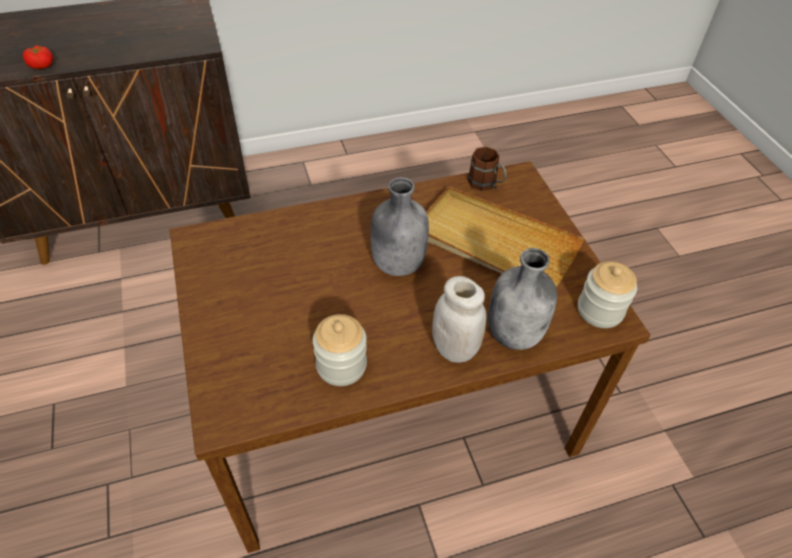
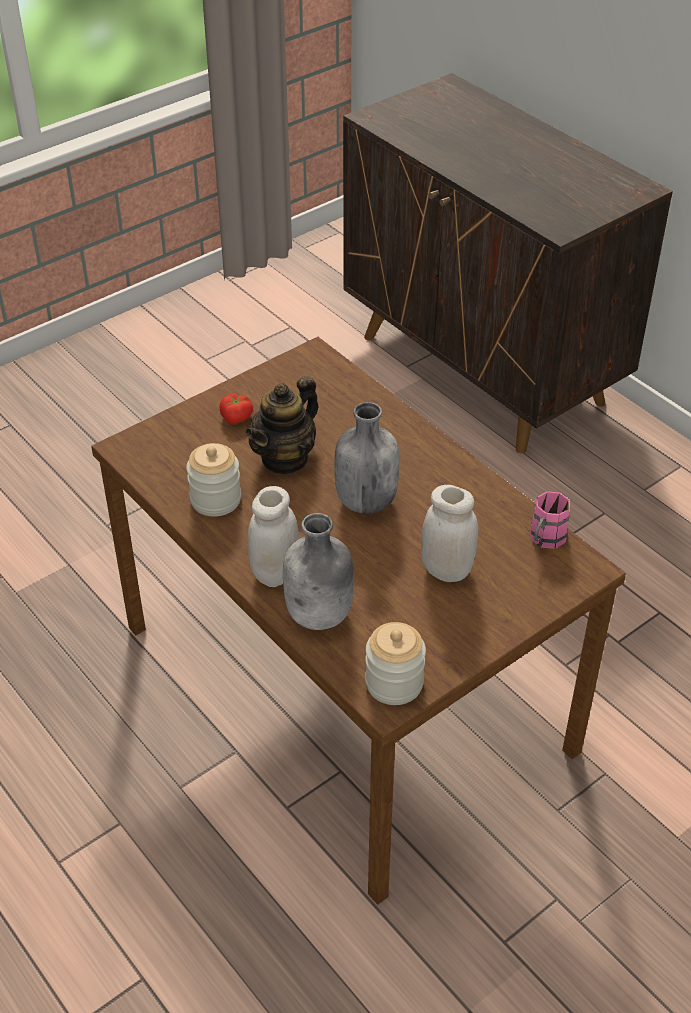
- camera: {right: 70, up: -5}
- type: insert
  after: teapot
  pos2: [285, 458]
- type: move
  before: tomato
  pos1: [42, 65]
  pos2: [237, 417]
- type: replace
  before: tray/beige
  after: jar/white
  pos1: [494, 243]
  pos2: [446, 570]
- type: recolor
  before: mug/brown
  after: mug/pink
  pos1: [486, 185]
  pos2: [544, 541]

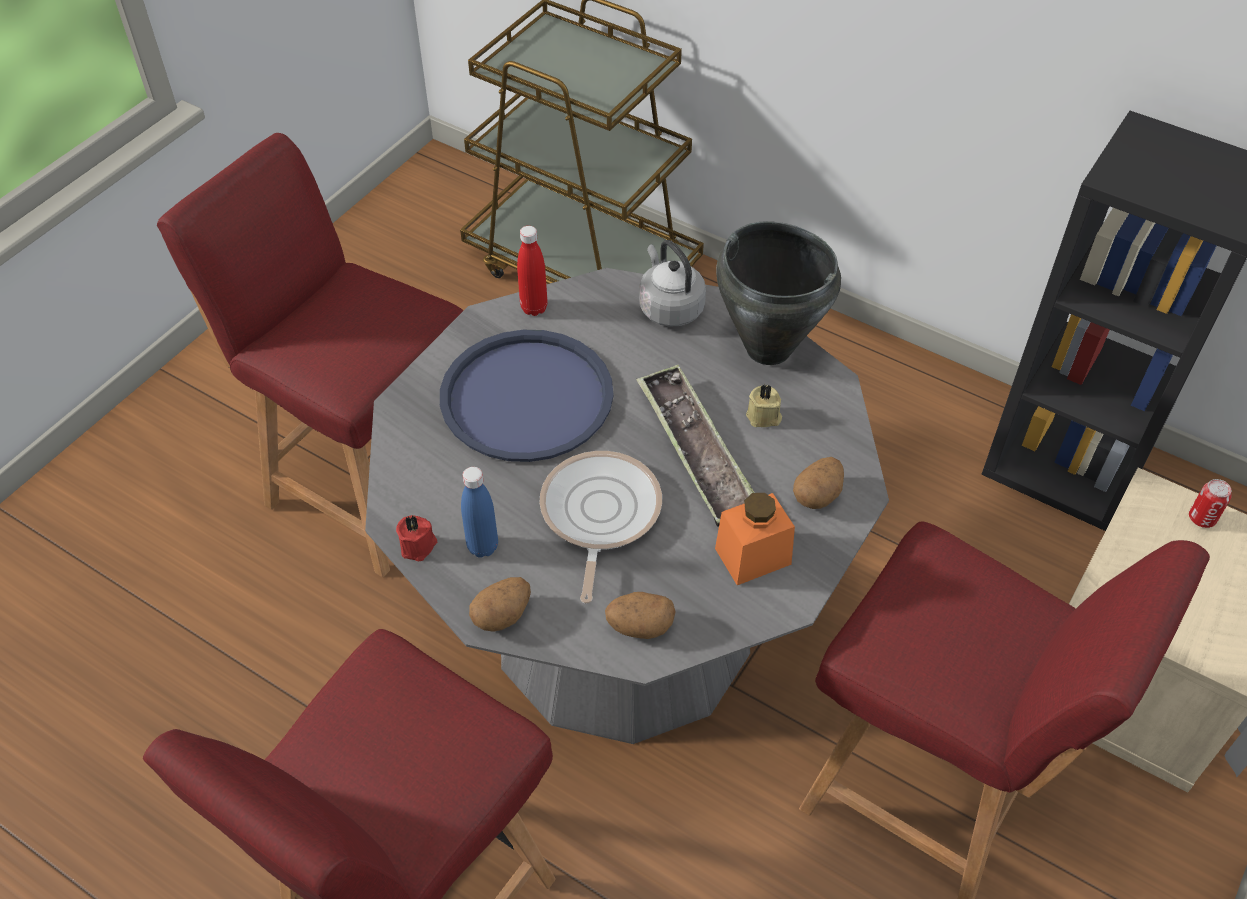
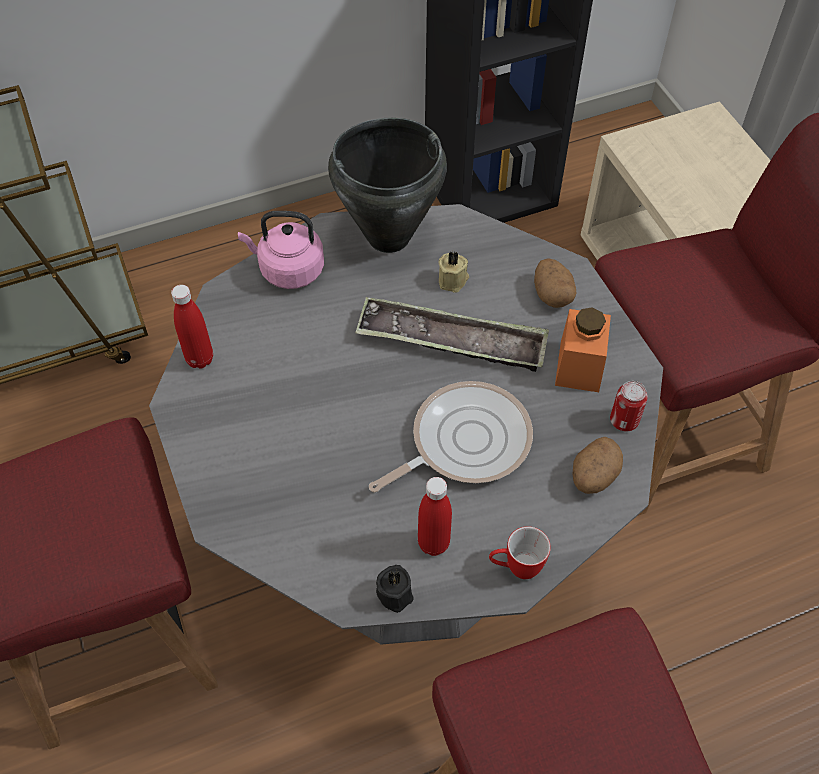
- camera: {right: -55, up: 5}
- type: delete
  before: tray/blue
  pos1: [527, 397]
- type: move
  before: can
  pos1: [1201, 518]
  pos2: [624, 420]
- type: replace
  before: potato
  after: mug
  pos1: [502, 615]
  pos2: [515, 567]
- type: recolor
  before: candle/red
  after: candle/black
  pos1: [419, 546]
  pos2: [395, 593]
- type: recolor
  before: bottle/blue
  after: bottle/red
  pos1: [483, 547]
  pos2: [433, 543]
- type: recolor
  before: kettle/grey
  after: kettle/pink
  pos1: [669, 307]
  pos2: [288, 270]
- type: rotate
  before: frying pan
  pos1: [598, 515]
  pos2: [464, 441]
  turn: 105

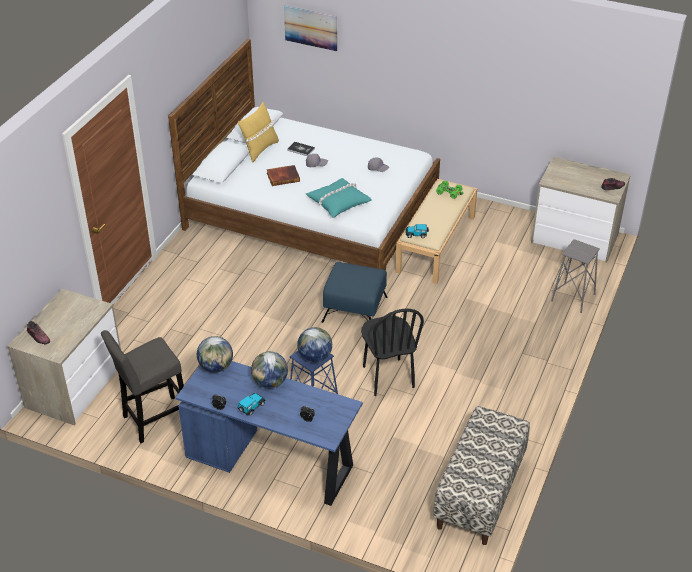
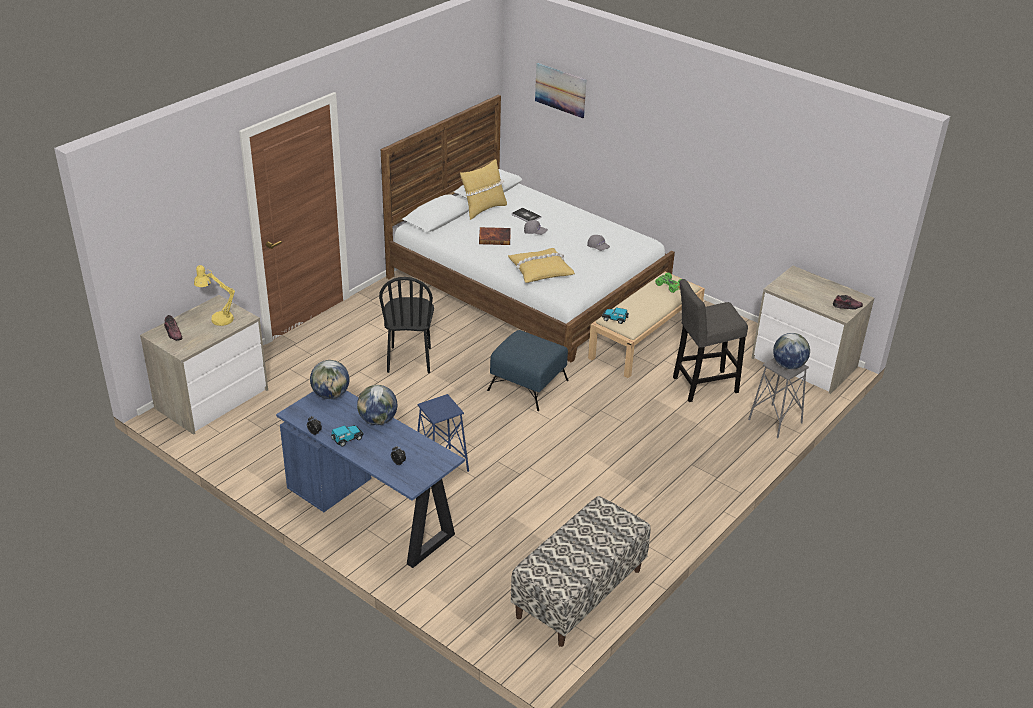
- camera: {right: 15, up: -5}
- type: insert
  after: table lamp/yellow
  pos2: [218, 318]
- type: move
  before: stool/grey
  pos1: [153, 420]
  pos2: [701, 386]
- type: move
  before: globe
  pos1: [315, 357]
  pos2: [788, 365]
- type: move
  before: chair/black
  pos1: [387, 377]
  pos2: [409, 360]
- type: recolor
  before: pillow/turquoise
  after: pillow/yellow
  pos1: [338, 202]
  pos2: [540, 270]

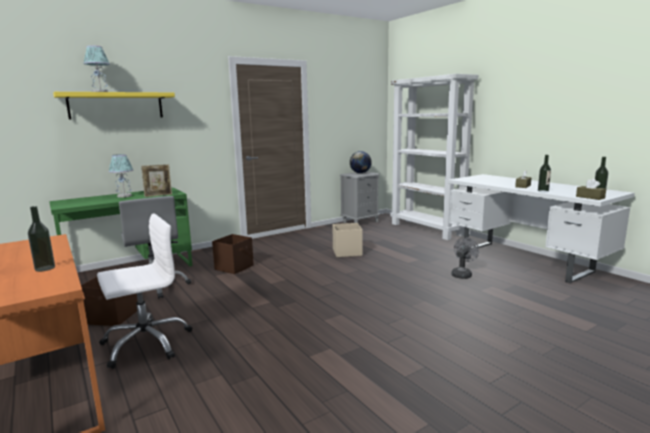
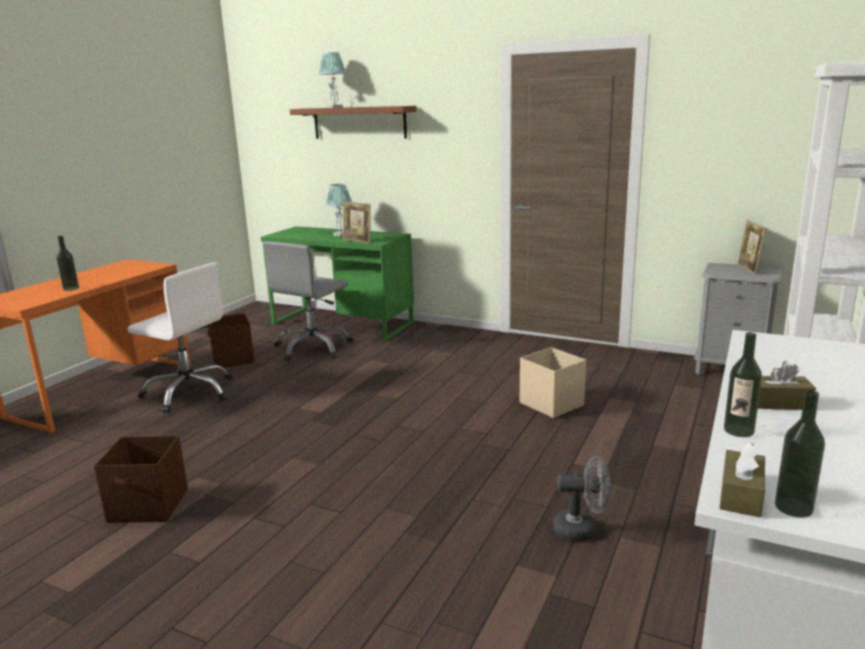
- camera: {right: 60, up: 5}
- type: move
  before: storage box/brown
  pos1: [234, 267]
  pos2: [149, 506]
- type: replace
  before: globe
  after: picture frame
  pos1: [360, 173]
  pos2: [748, 269]
- type: recolor
  before: shelf/yellow
  after: shelf/brown
  pos1: [116, 105]
  pos2: [359, 122]

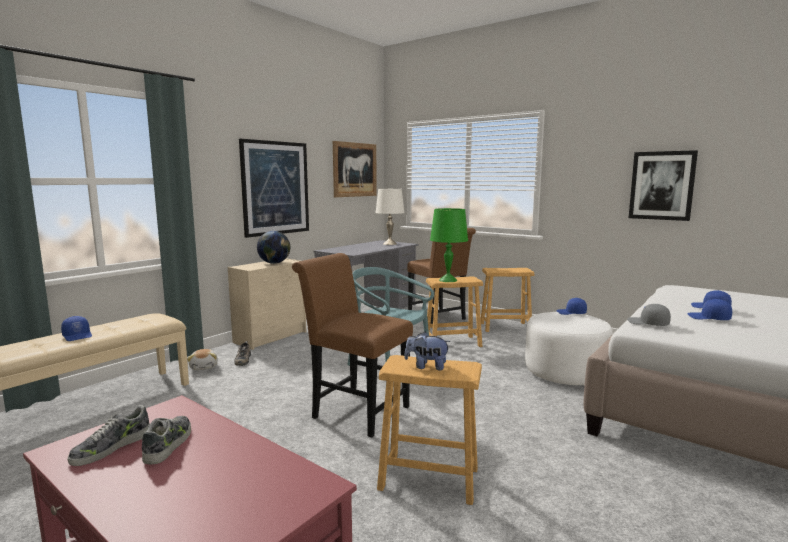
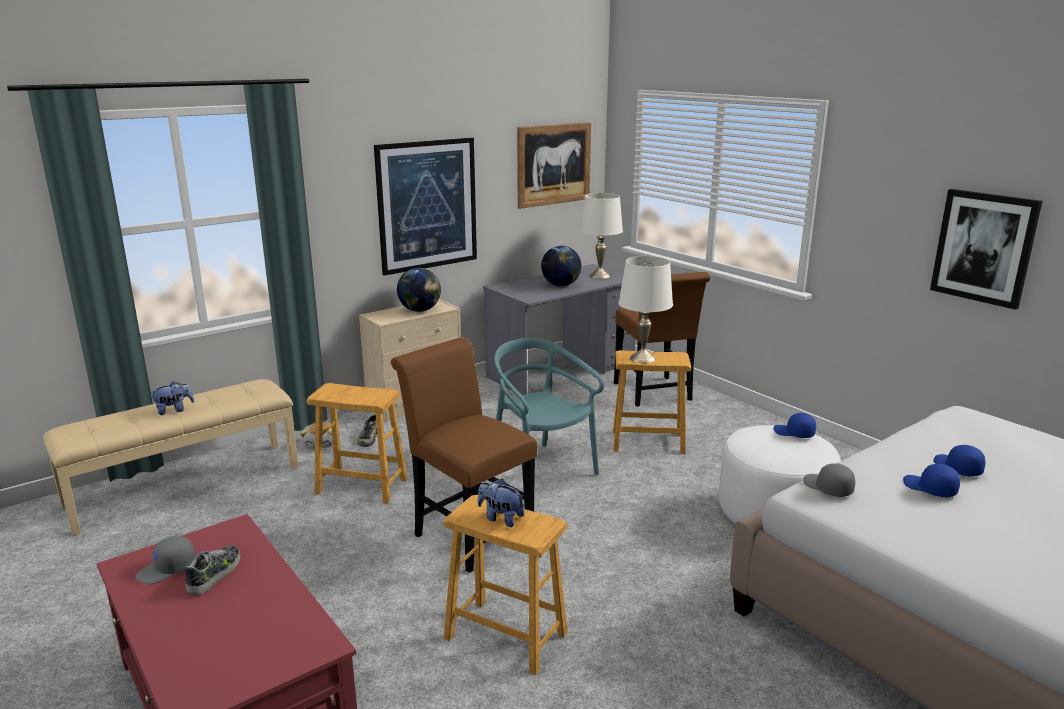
- camera: {right: 15, up: 10}
- type: insert
  after: globe
  pos2: [561, 285]
- type: move
  before: stool/brown
  pos1: [505, 327]
  pos2: [362, 485]
- type: replace
  before: cap/blue
  after: plush toy
  pos1: [78, 336]
  pos2: [174, 410]
- type: replace
  before: shoe
  after: cap/grey
  pos1: [111, 447]
  pos2: [167, 569]
- type: recolor
  before: table lamp/green
  after: table lamp/white
  pos1: [448, 280]
  pos2: [642, 358]

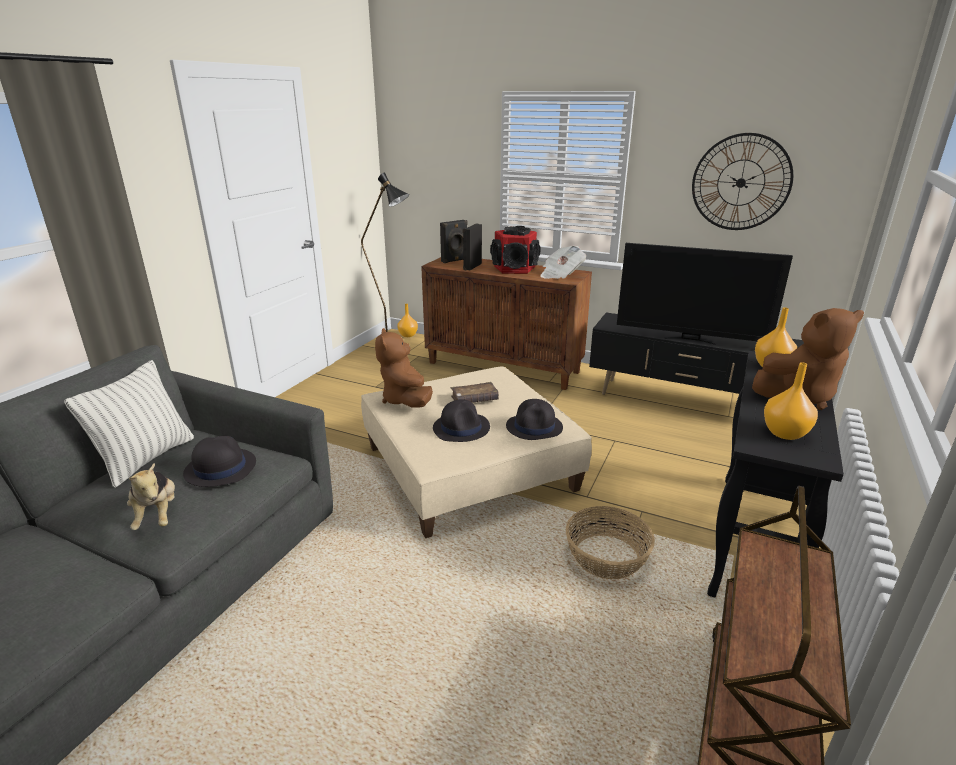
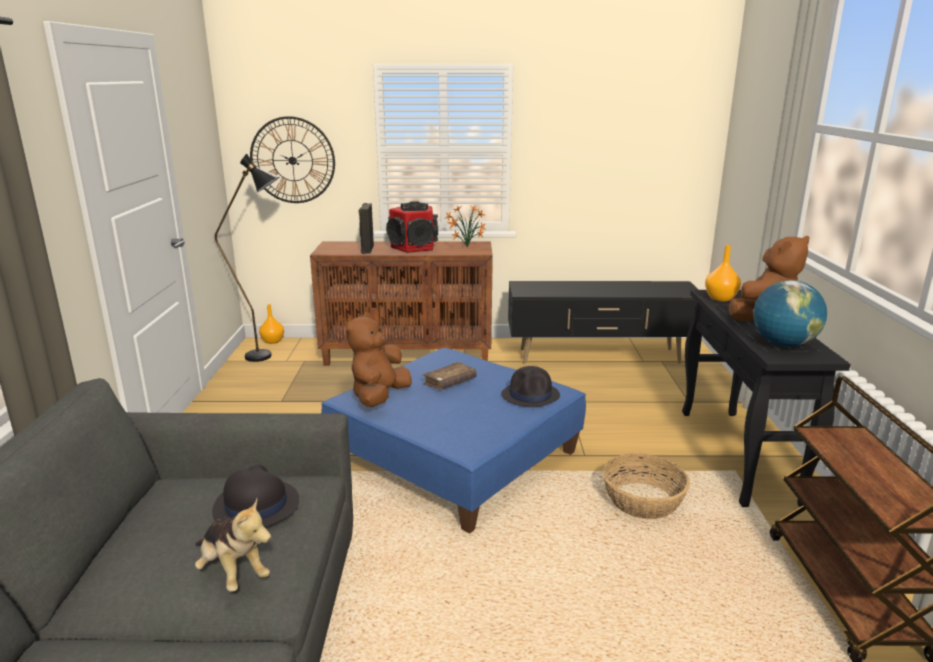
- camera: {right: -25, up: -5}
- type: delete
  before: pillow
  pos1: [147, 459]
- type: delete
  before: hat/black
  pos1: [461, 428]
- type: delete
  before: speaker/black
  pos1: [455, 260]
- type: delete
  before: television
  pos1: [690, 339]
- type: move
  before: wall clock
  pos1: [740, 182]
  pos2: [292, 160]
- type: replace
  before: newspaper
  after: potted plant
  pos1: [560, 275]
  pos2: [466, 247]
- type: replace
  before: vase/orange
  after: globe
  pos1: [784, 433]
  pos2: [783, 344]
- type: recolor
  before: ottoman/beige
  after: ottoman/blue
  pos1: [468, 468]
  pos2: [454, 458]
- type: rotate
  before: plush toy/brown
  pos1: [406, 400]
  pos2: [379, 397]
  turn: 60

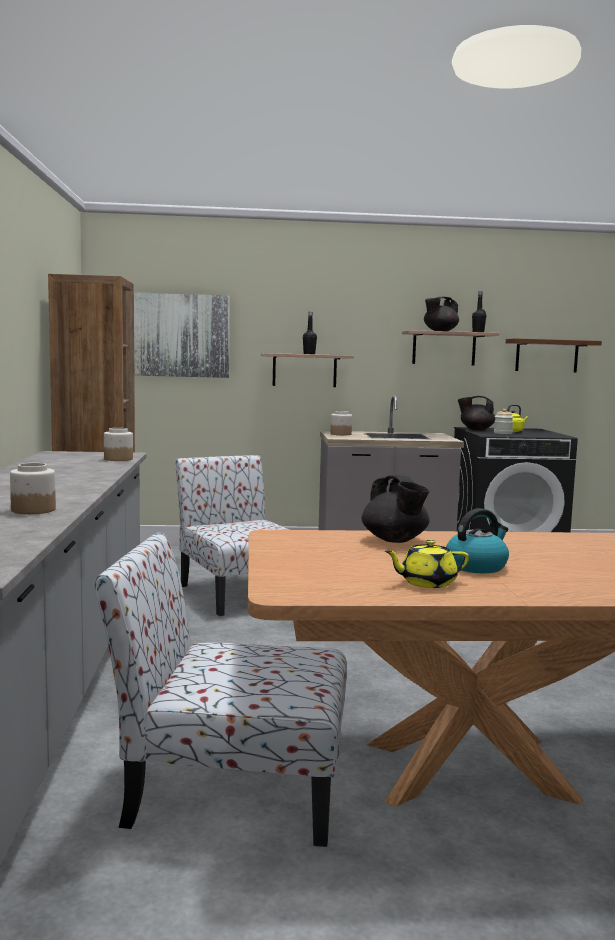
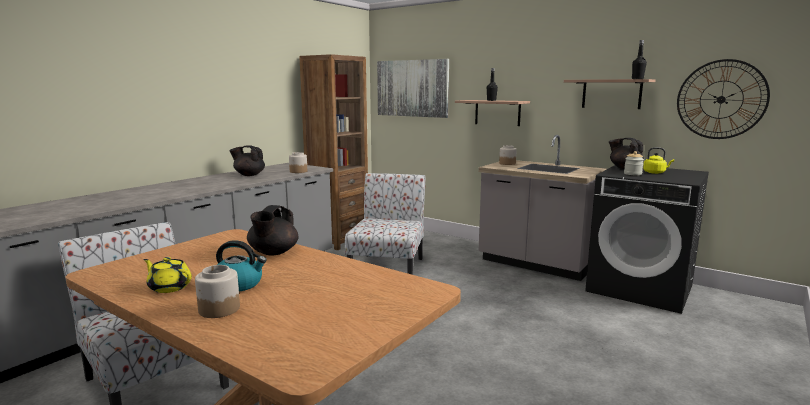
- camera: {right: 40, up: 5}
- type: move
  before: jar
  pos1: [33, 510]
  pos2: [219, 309]
- type: move
  before: teapot/black
  pos1: [440, 331]
  pos2: [249, 175]
- type: replace
  before: shelf/brown
  after: wall clock
  pos1: [546, 356]
  pos2: [721, 99]

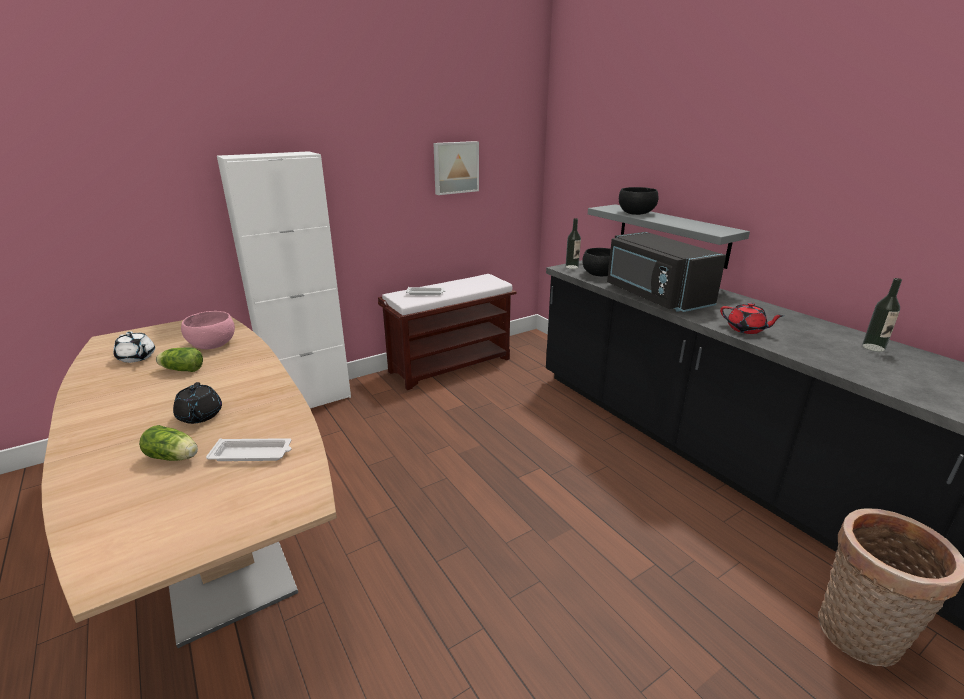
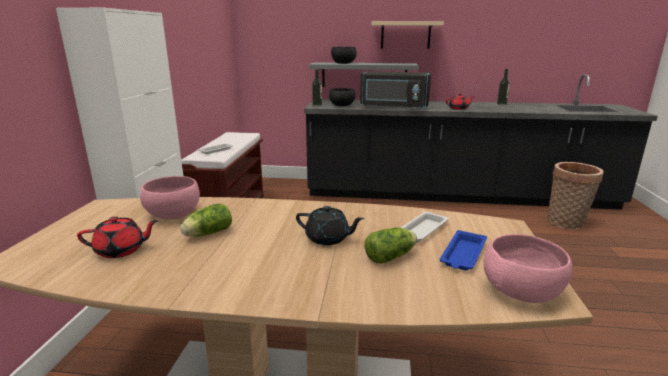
- camera: {right: -50, up: -5}
- type: delete
  before: picture
  pos1: [455, 167]
- type: insert
  after: shelf/beige
  pos2: [405, 35]
- type: insert
  after: tray/blue
  pos2: [463, 255]
- type: insert
  after: bowl/pink
  pos2: [520, 291]
- type: recolor
  before: teapot/white
  after: teapot/red
  pos1: [137, 357]
  pos2: [121, 250]

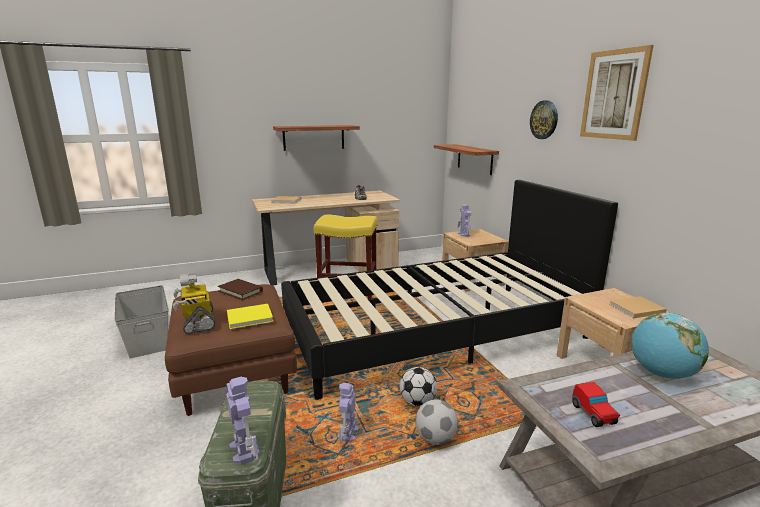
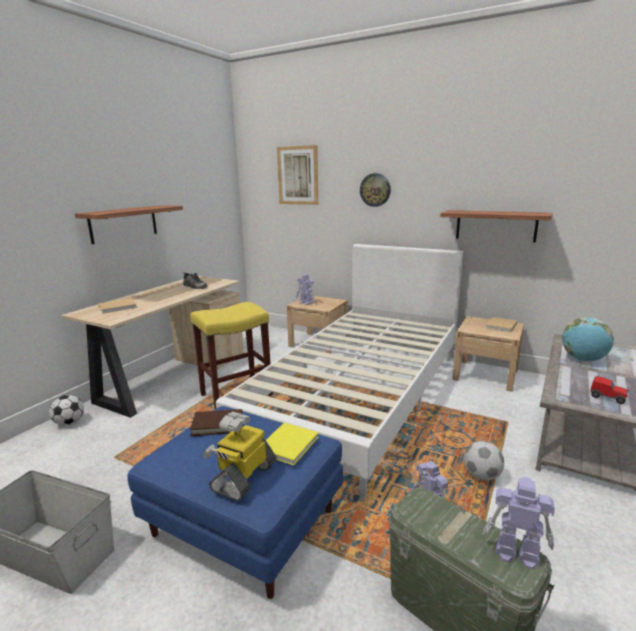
- camera: {right: -40, up: 0}
- type: move
  before: football
  pos1: [417, 402]
  pos2: [69, 423]
- type: move
  before: shelf
  pos1: [474, 159]
  pos2: [495, 226]
- type: move
  before: picture
  pos1: [614, 95]
  pos2: [298, 175]
- type: recolor
  before: ottoman/brown
  after: ottoman/blue
  pos1: [236, 372]
  pos2: [246, 523]
- type: recolor
  before: bed/black
  after: bed/white
  pos1: [436, 332]
  pos2: [359, 396]
- type: rotate
  before: toy robot
  pos1: [198, 322]
  pos2: [243, 477]
  turn: 90

